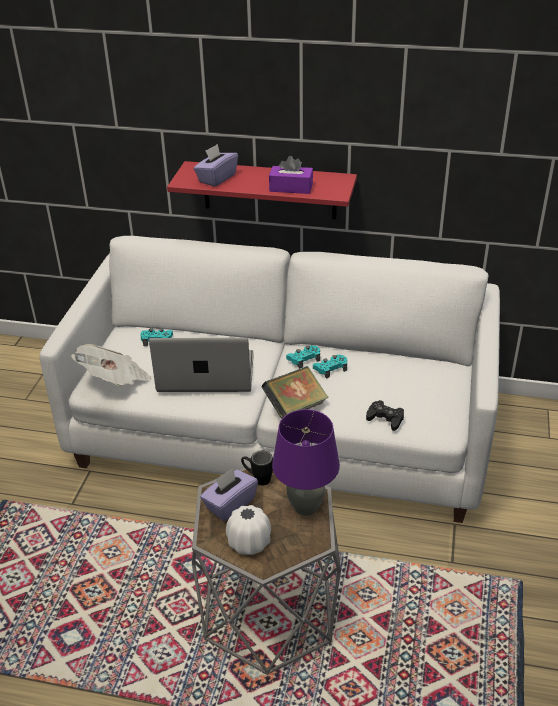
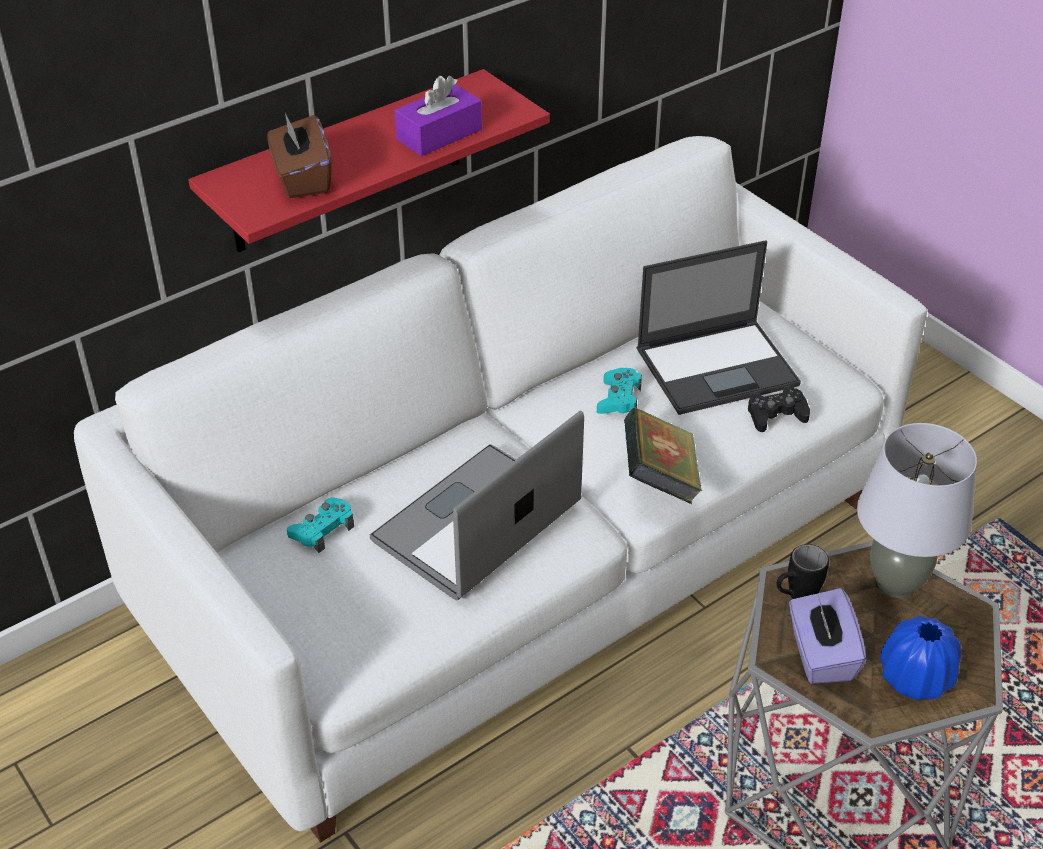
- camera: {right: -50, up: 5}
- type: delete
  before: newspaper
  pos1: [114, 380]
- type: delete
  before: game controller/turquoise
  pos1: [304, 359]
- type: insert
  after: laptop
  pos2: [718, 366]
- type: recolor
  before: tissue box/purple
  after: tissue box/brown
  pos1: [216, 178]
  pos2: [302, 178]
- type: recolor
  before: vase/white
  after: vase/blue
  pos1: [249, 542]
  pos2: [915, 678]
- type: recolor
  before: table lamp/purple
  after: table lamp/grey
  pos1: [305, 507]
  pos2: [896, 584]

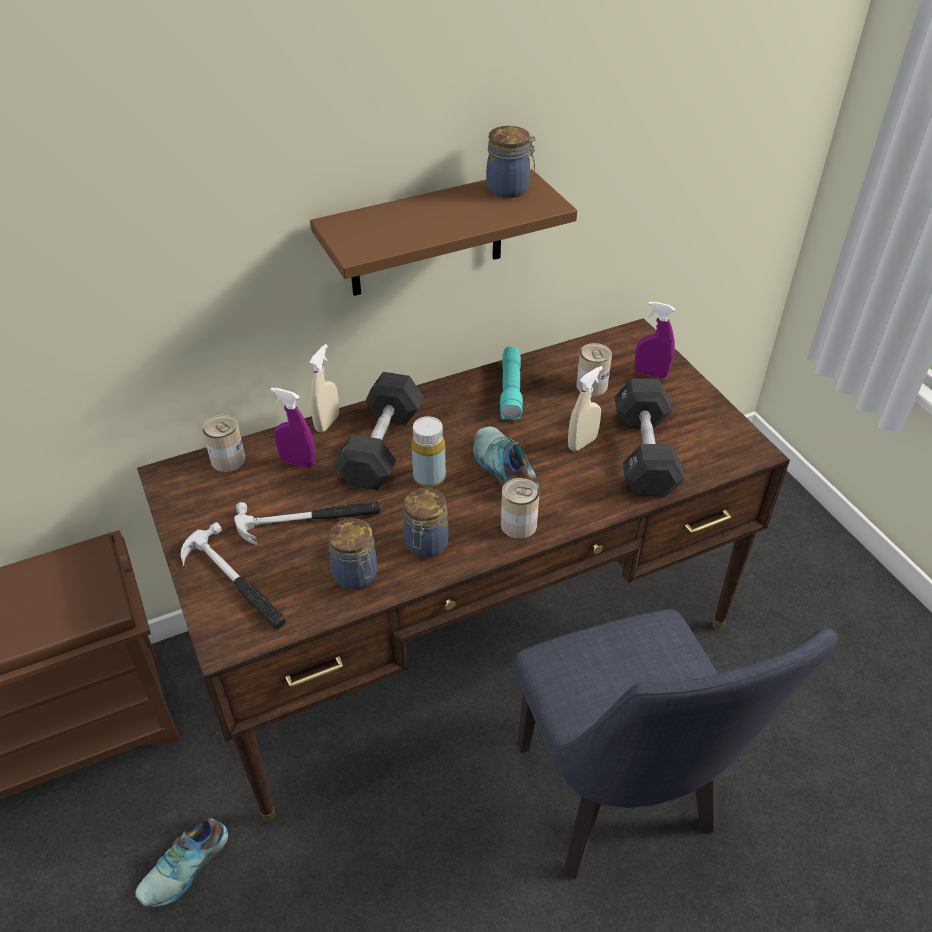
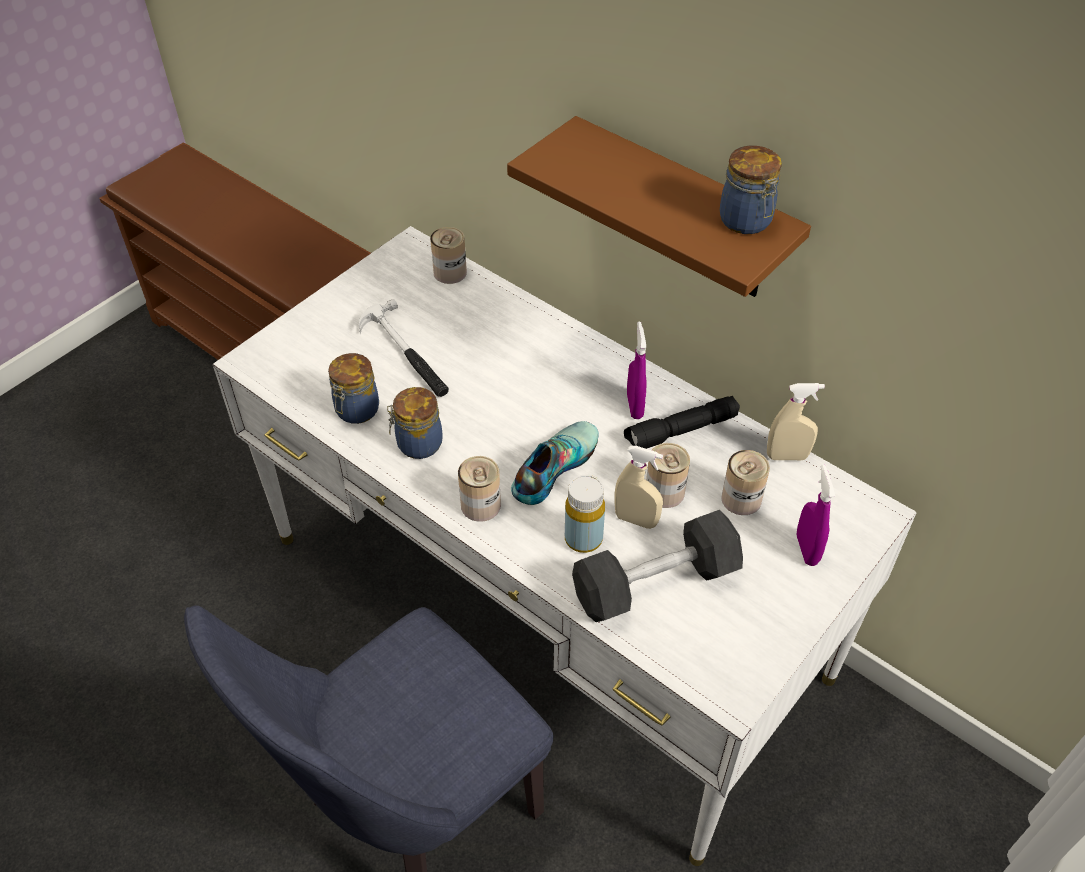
- camera: {right: 65, up: 5}
- type: delete
  before: shoe
  pos1: [186, 868]
- type: delete
  before: hammer
  pos1: [236, 582]
- type: delete
  before: dumbbell/black
  pos1: [381, 447]
- type: insert
  after: can
  pos2: [664, 492]
- type: move
  before: spray bottle/purple
  pos1: [297, 462]
  pos2: [634, 406]
- type: move
  before: spray bottle/beige
  pos1: [327, 423]
  pos2: [787, 456]
- type: move
  before: bottle/yellow
  pos1: [429, 477]
  pos2: [583, 538]
- type: recolor
  before: desk/brown
  after: desk/white
  pos1: [465, 633]
  pos2: [544, 606]
- type: recolor
  before: flashlight/turquoise
  after: flashlight/black
  pos1: [512, 391]
  pos2: [681, 432]

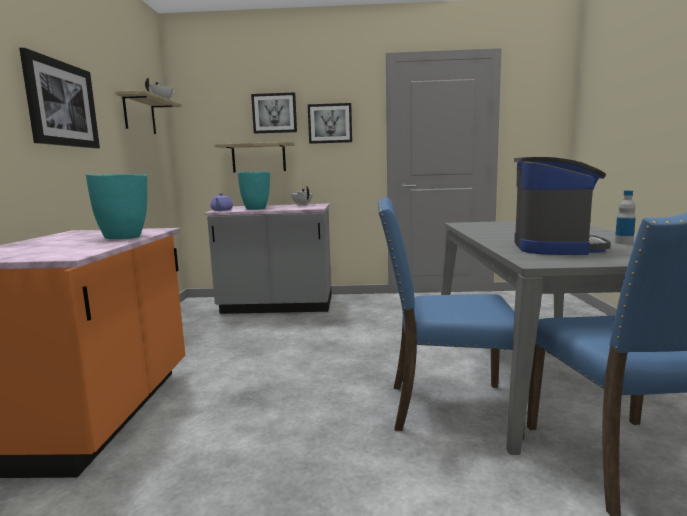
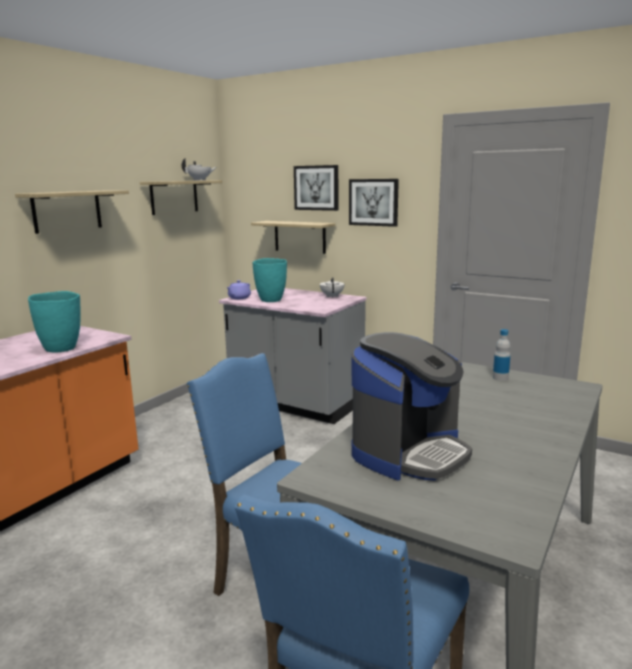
- camera: {right: 30, up: 5}
- type: move
  before: bottle
  pos1: [623, 243]
  pos2: [500, 378]
- type: replace
  before: picture
  after: shelf
  pos1: [61, 104]
  pos2: [67, 211]

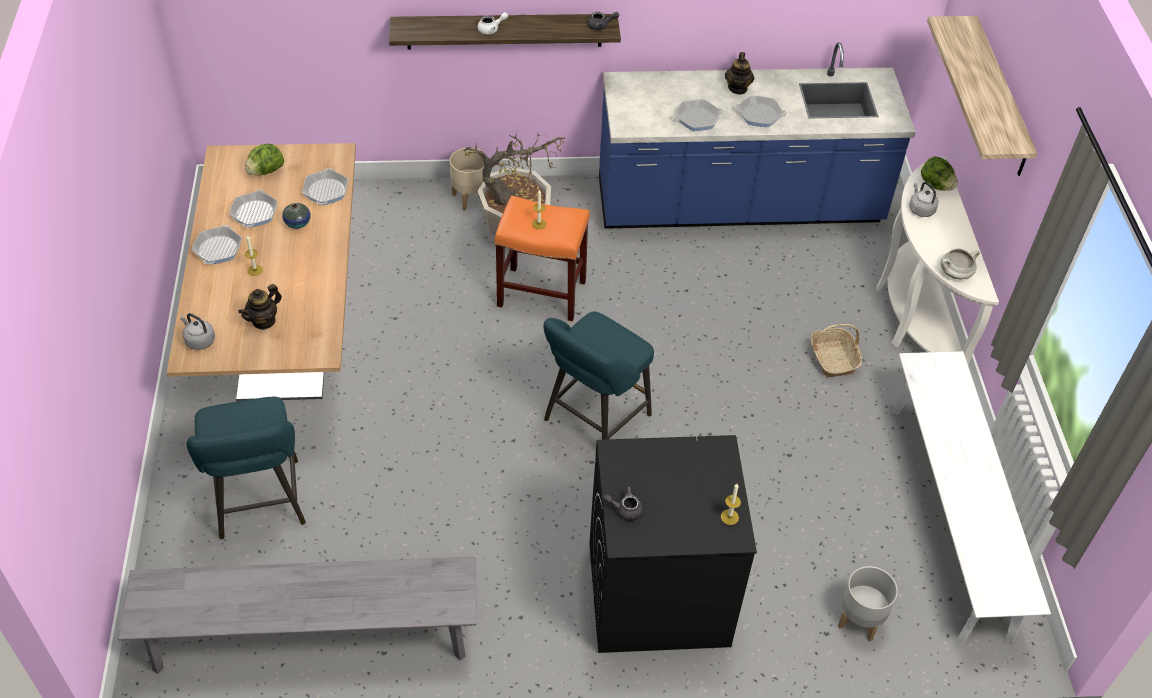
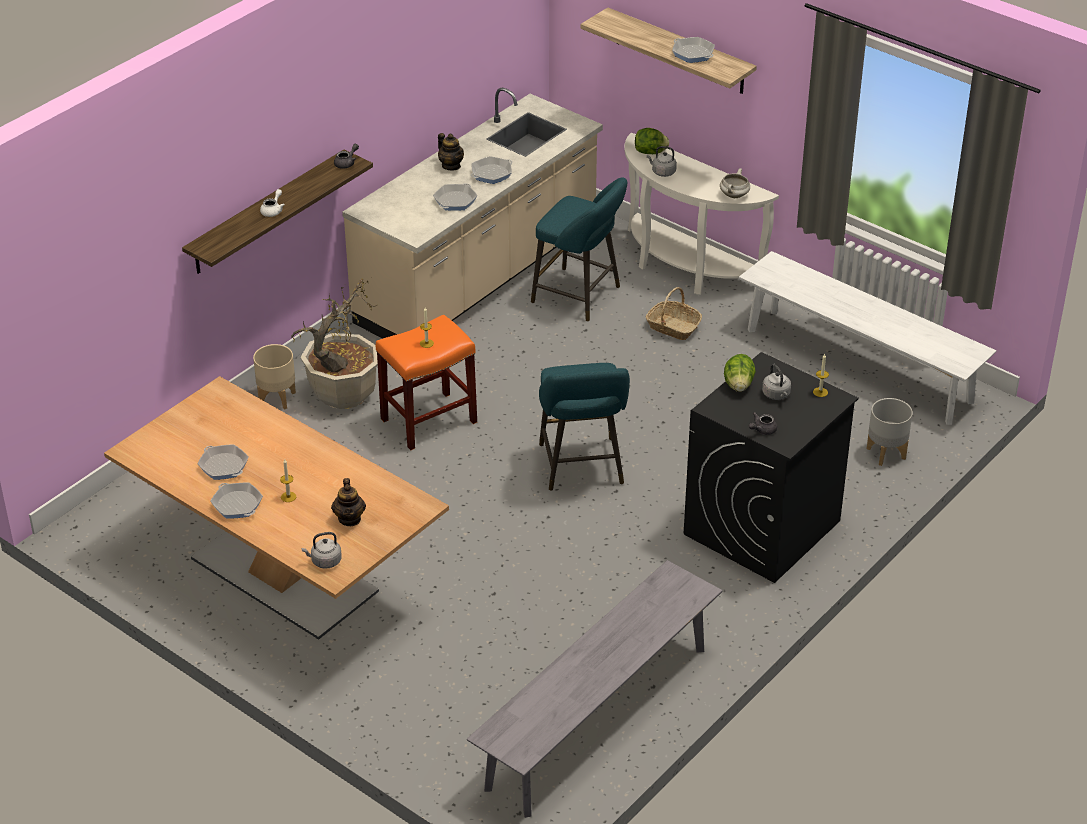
- camera: {right: -45, up: -10}
- type: delete
  before: vase
  pos1: [297, 223]
- type: insert
  after: kettle/grey
  pos2: [776, 395]
- type: move
  before: stool/turquoise
  pos1: [260, 504]
  pos2: [580, 296]
- type: move
  before: lettuce
  pos1: [266, 171]
  pos2: [738, 385]
- type: move
  before: frying pan
  pos1: [326, 191]
  pos2: [693, 53]
- type: recolor
  before: counter/blue
  after: counter/beige
  pos1: [739, 205]
  pos2: [479, 276]

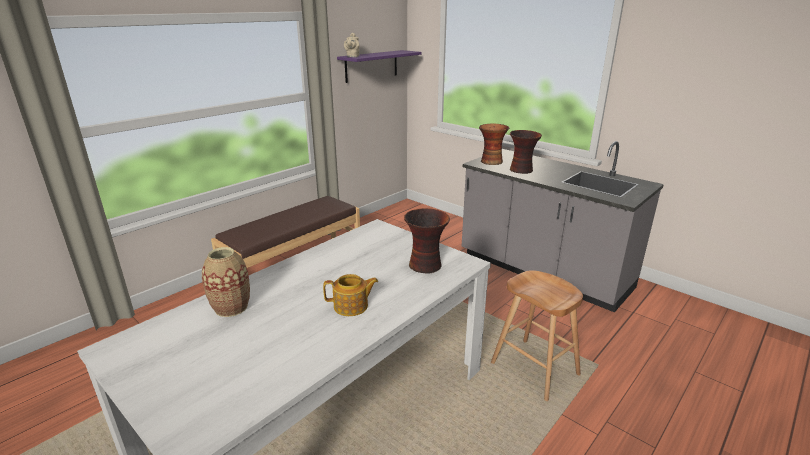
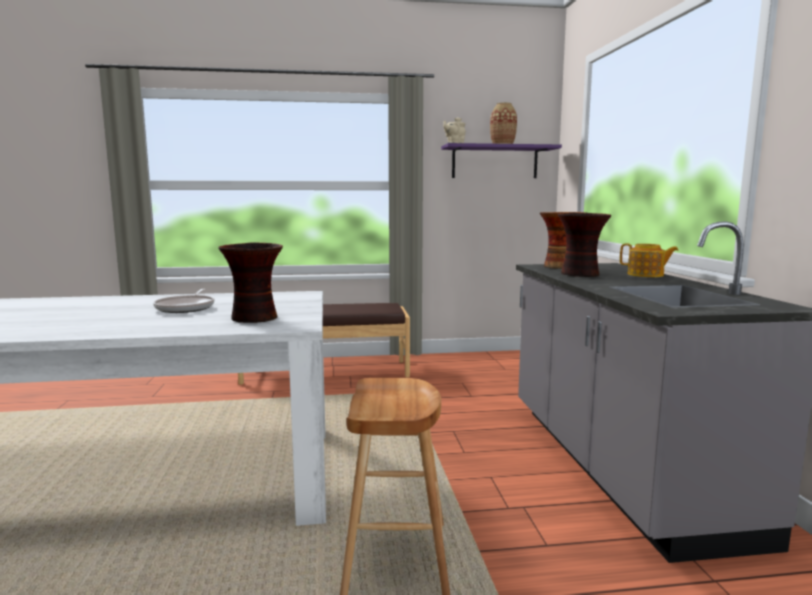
- camera: {right: 40, up: -15}
- type: insert
  after: frying pan
  pos2: [187, 308]
- type: move
  before: vase
  pos1: [231, 307]
  pos2: [502, 144]
- type: move
  before: teapot
  pos1: [351, 306]
  pos2: [646, 275]

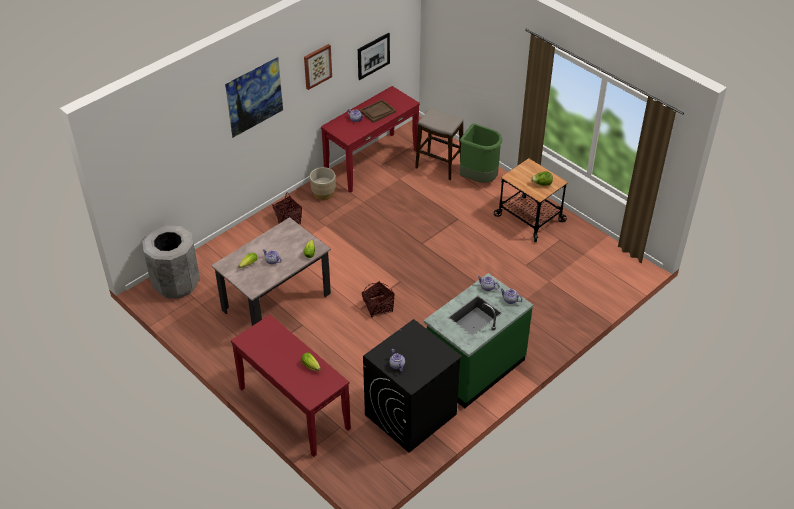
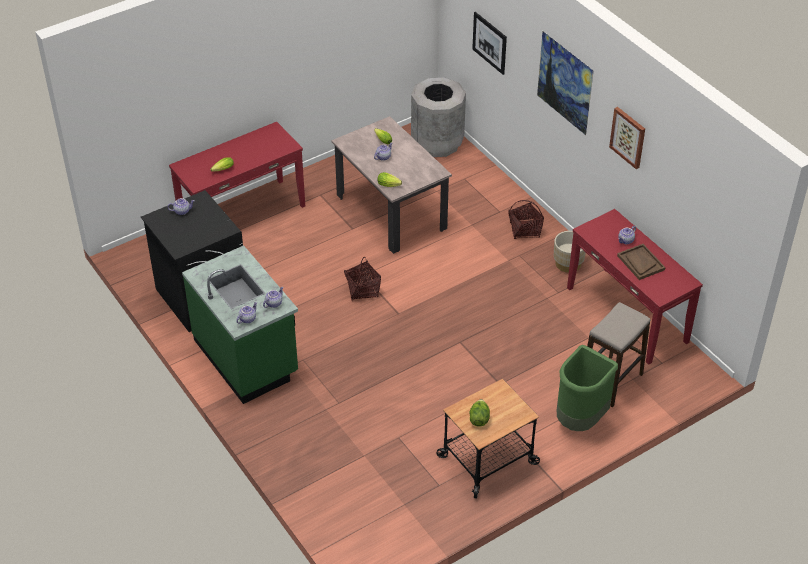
- camera: {right: 100, up: 0}
- type: move
  before: picture
  pos1: [373, 56]
  pos2: [489, 42]

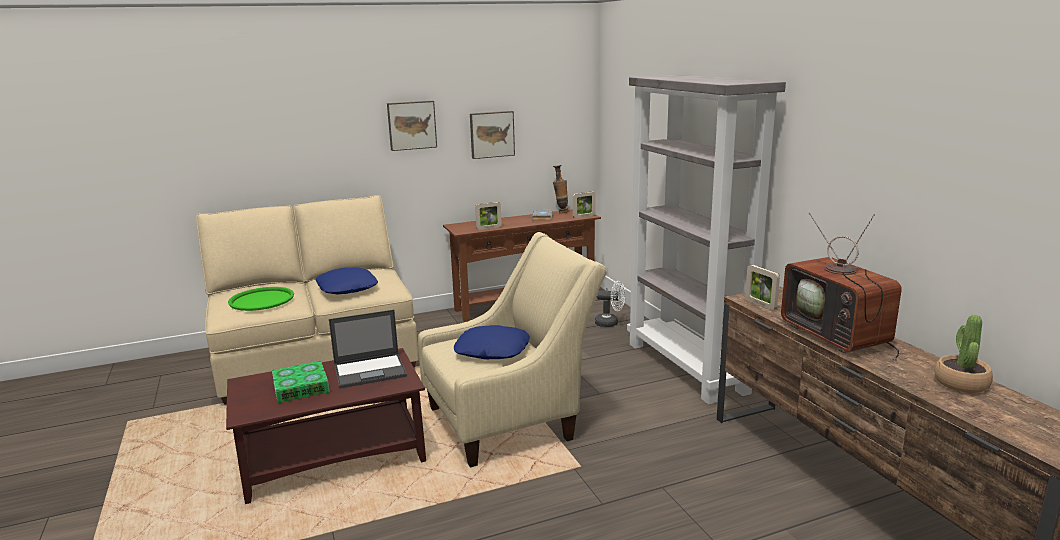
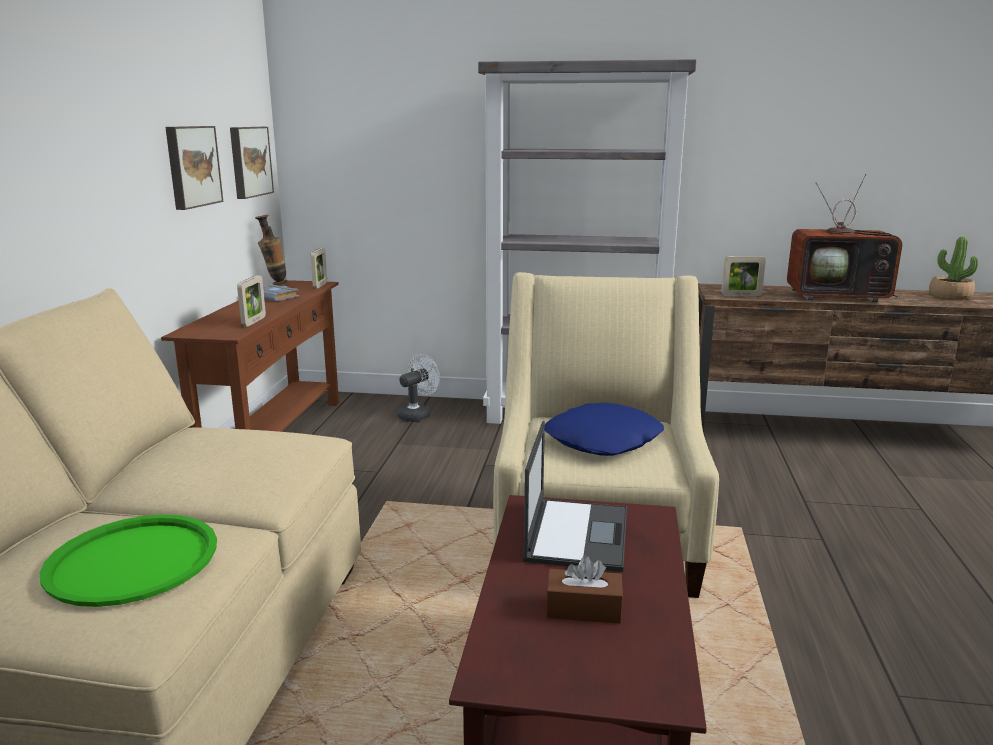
- camera: {right: -60, up: 0}
- type: delete
  before: pillow/blue
  pos1: [347, 288]
- type: move
  before: picture
  pos1: [411, 125]
  pos2: [249, 161]
- type: replace
  before: book
  after: tissue box/brown
  pos1: [301, 387]
  pos2: [583, 609]

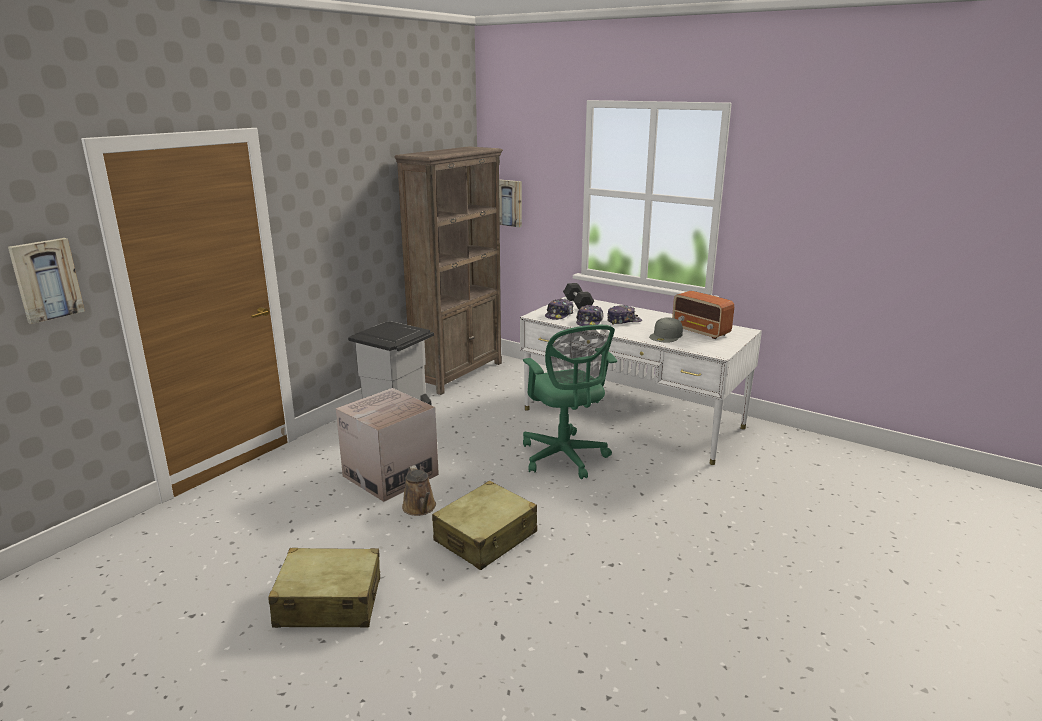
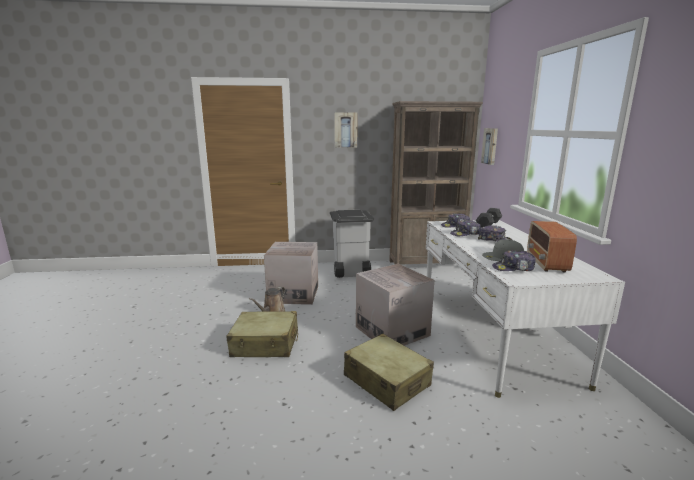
- camera: {right: 50, up: -5}
- type: insert
  after: cap
  pos2: [513, 268]
- type: move
  before: picture
  pos1: [46, 279]
  pos2: [345, 130]
- type: move
  before: suitcase/beige
  pos1: [329, 602]
  pos2: [387, 381]
- type: replace
  before: office chair/green
  after: cardboard box
  pos1: [565, 458]
  pos2: [392, 331]

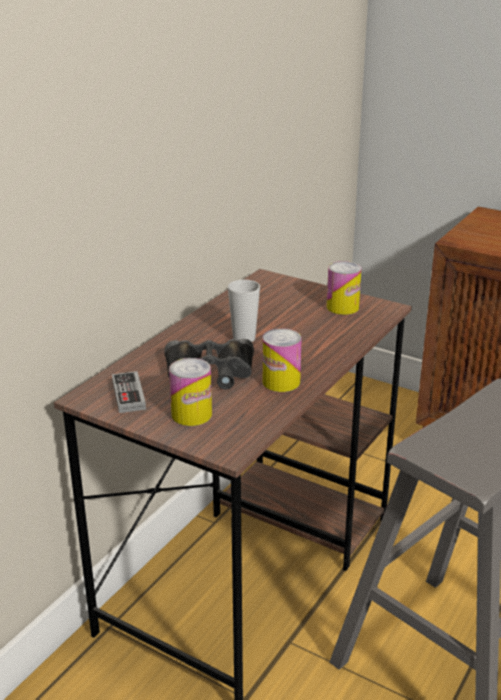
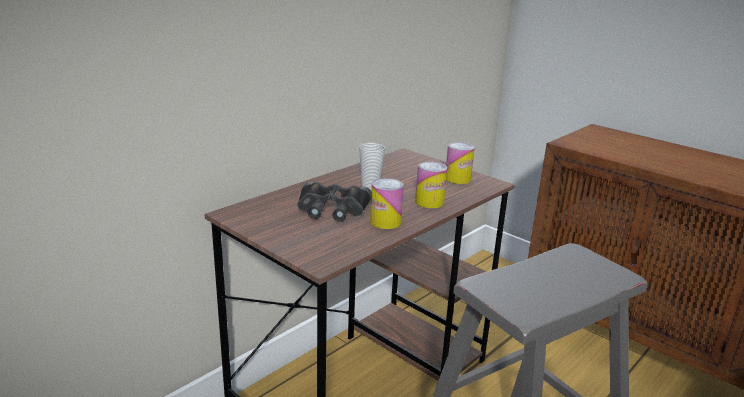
- camera: {right: 10, up: -5}
- type: delete
  before: game controller
  pos1: [128, 395]
- type: move
  before: can
  pos1: [191, 414]
  pos2: [429, 202]

